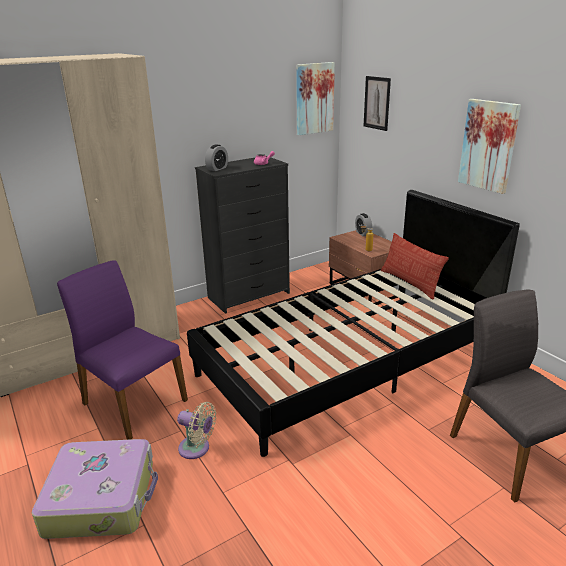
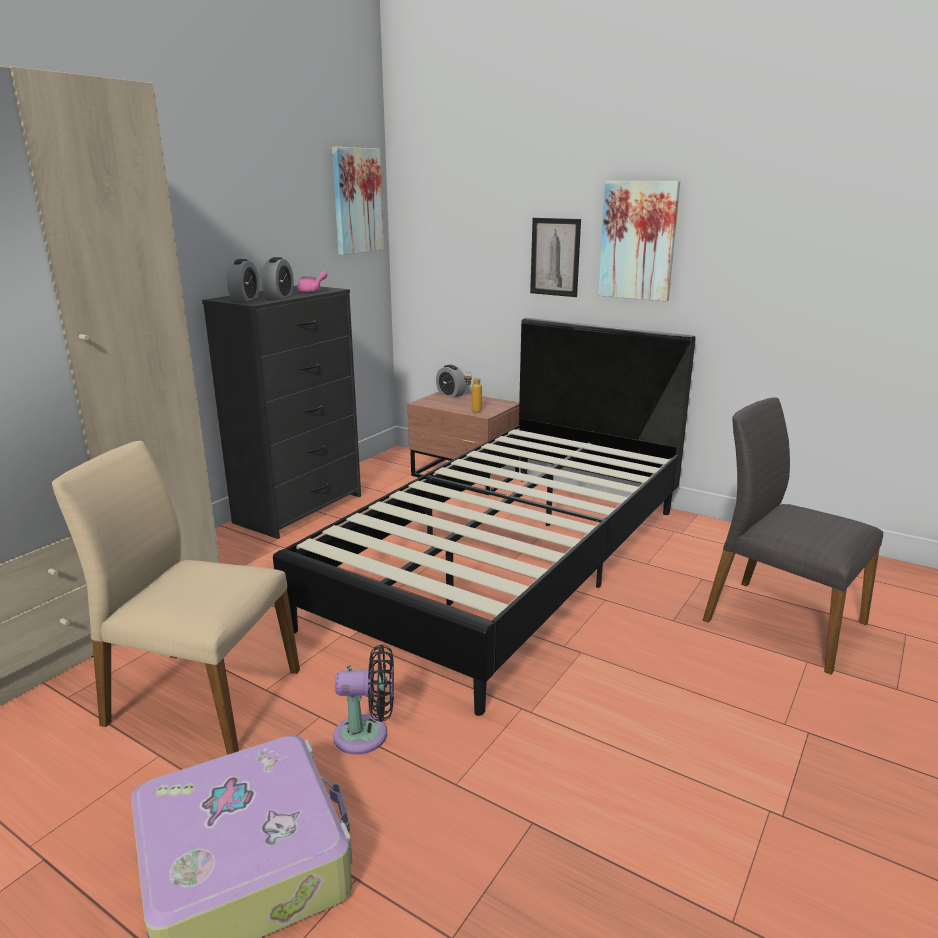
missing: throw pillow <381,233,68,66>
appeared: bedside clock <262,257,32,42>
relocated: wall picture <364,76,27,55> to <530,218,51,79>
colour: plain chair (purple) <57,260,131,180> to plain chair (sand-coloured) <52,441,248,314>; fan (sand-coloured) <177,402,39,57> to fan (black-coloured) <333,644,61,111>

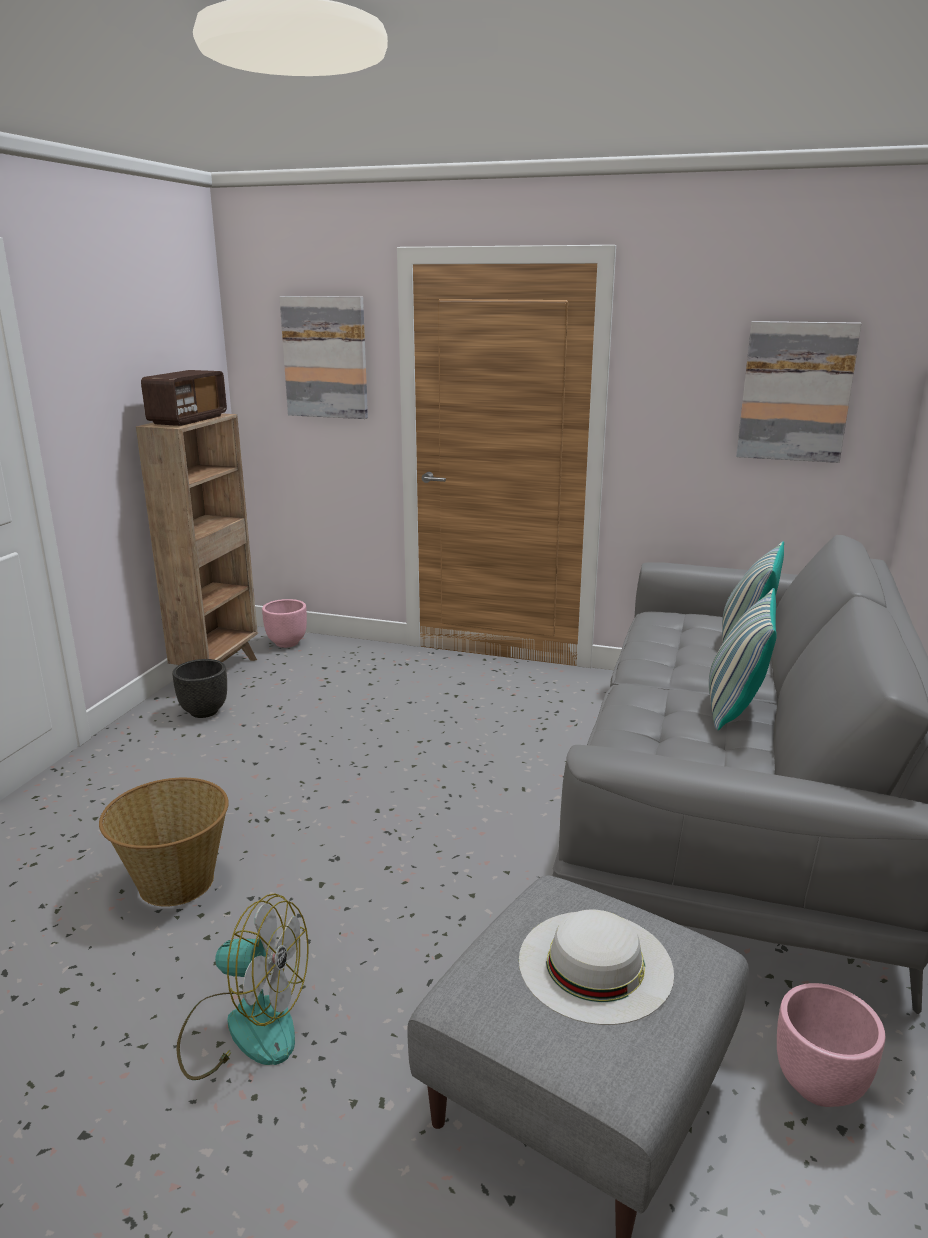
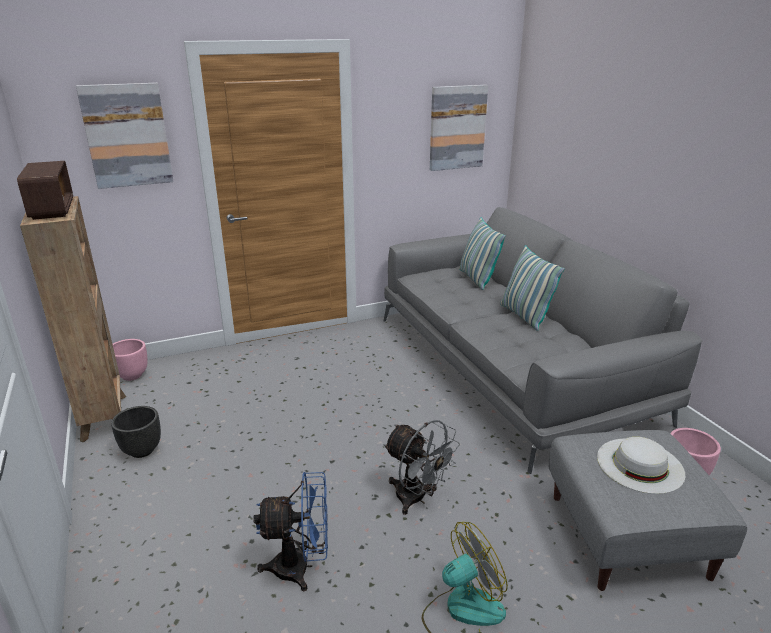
appeared: fan (grey) <384,420,76,95>
exchanged: storage basket <99,778,130,129> to fan (bluish) <253,472,75,119>

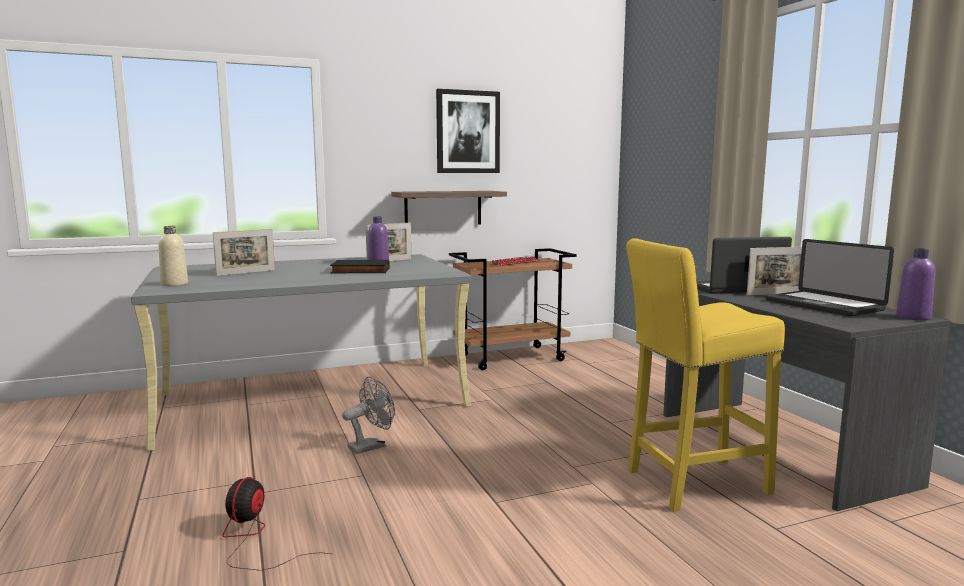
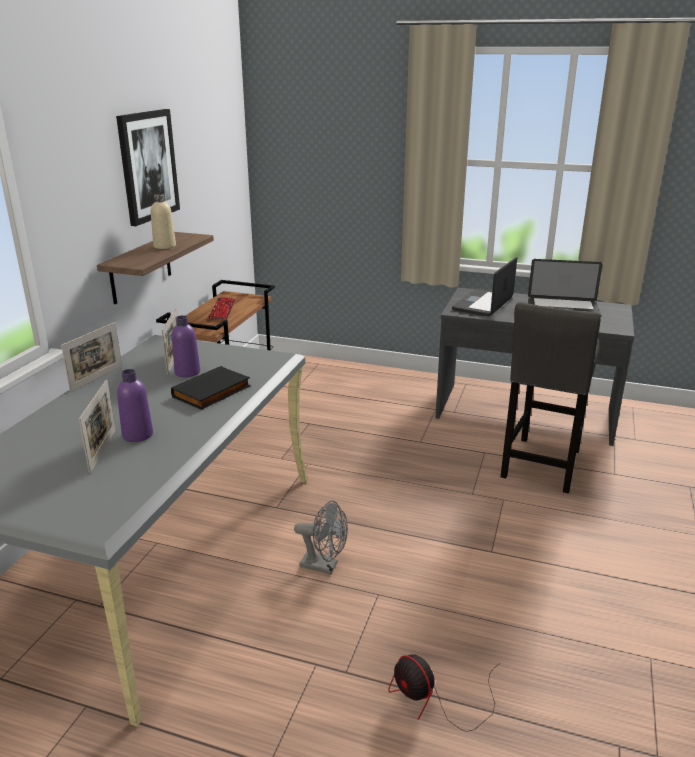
relocated: picture frame <747,247,55,48> to <61,322,61,70>; beverage bottle (purple) <896,248,39,72> to <117,369,36,73>; beverage bottle (sand-coloured) <159,226,29,60> to <151,194,25,55>
colour: stool (yellowish) <626,238,159,274> to stool (grey) <501,302,100,191>
spun: fan (grey) <342,377,53,77> = <294,500,54,74> 105 degrees clockwise

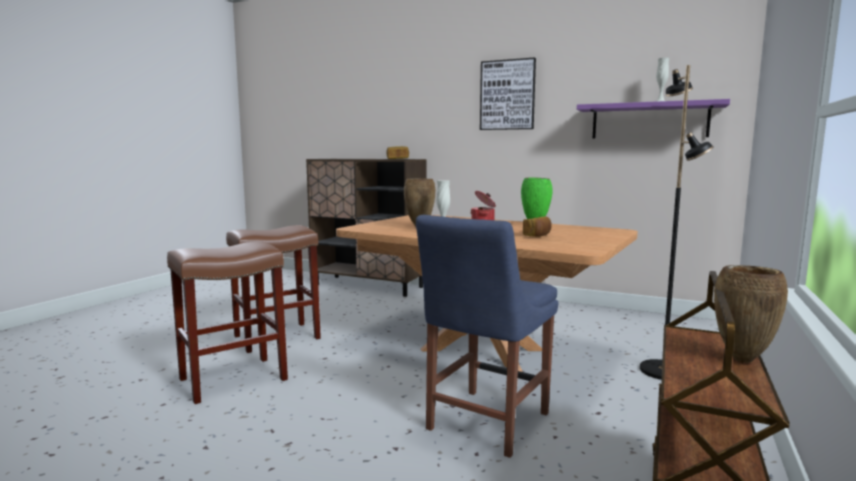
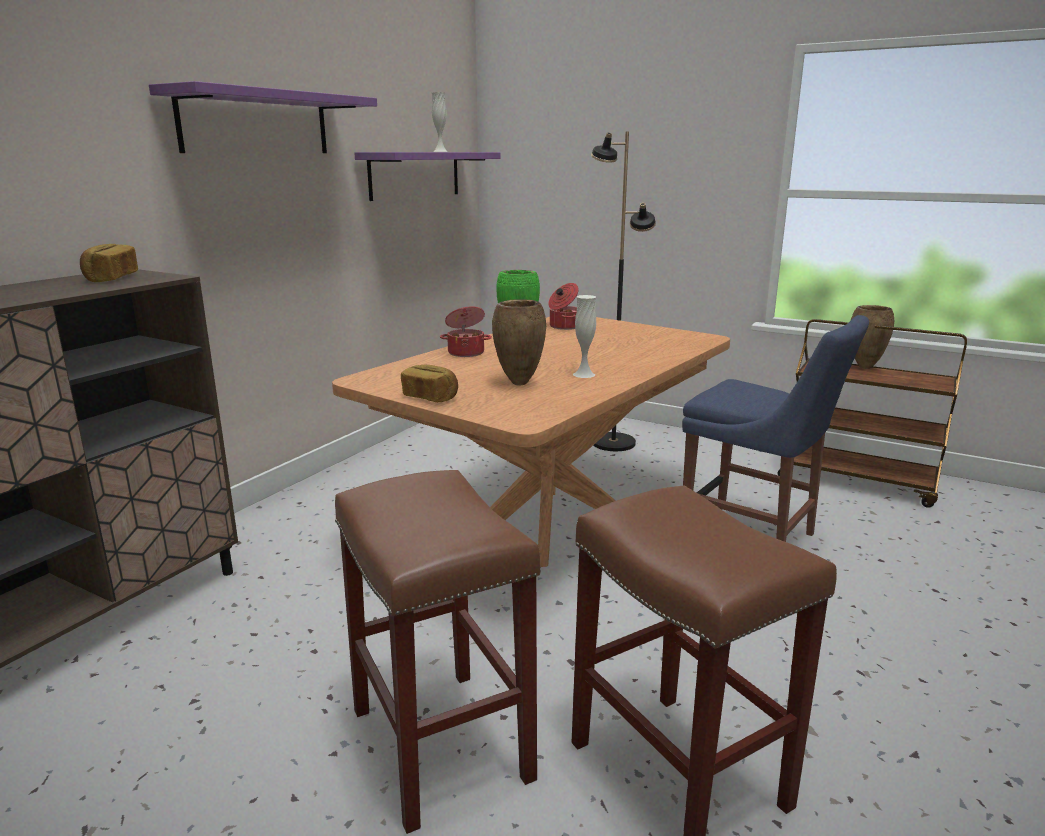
appeared: cooking pot <548,283,31,47>
relocated: bakery bread <523,216,29,21> to <401,364,57,38>
exchanged: wall picture <480,57,56,73> to wall shelf (purple) <149,81,228,72>

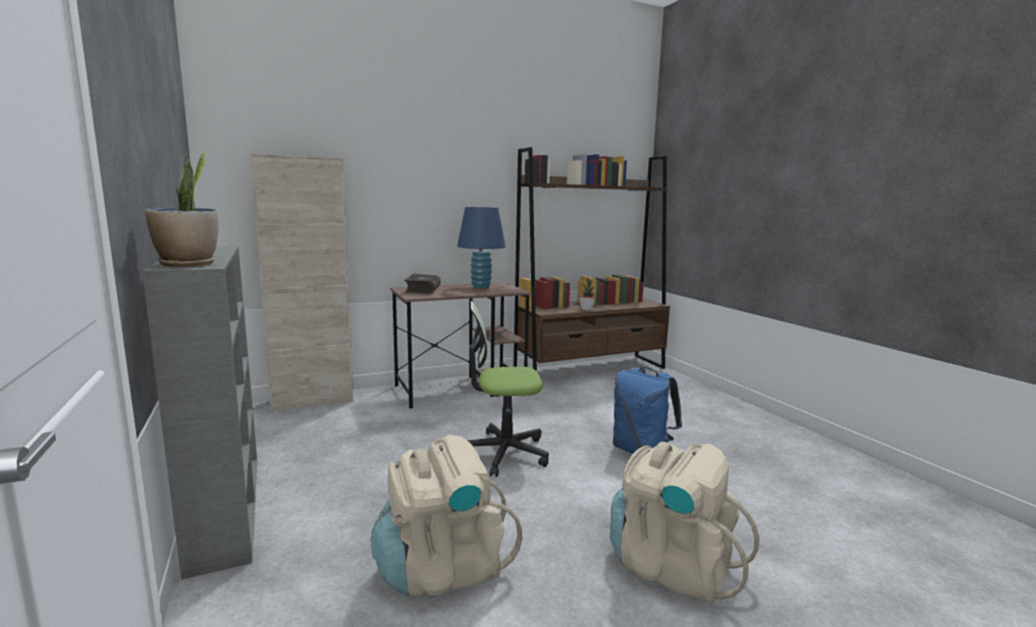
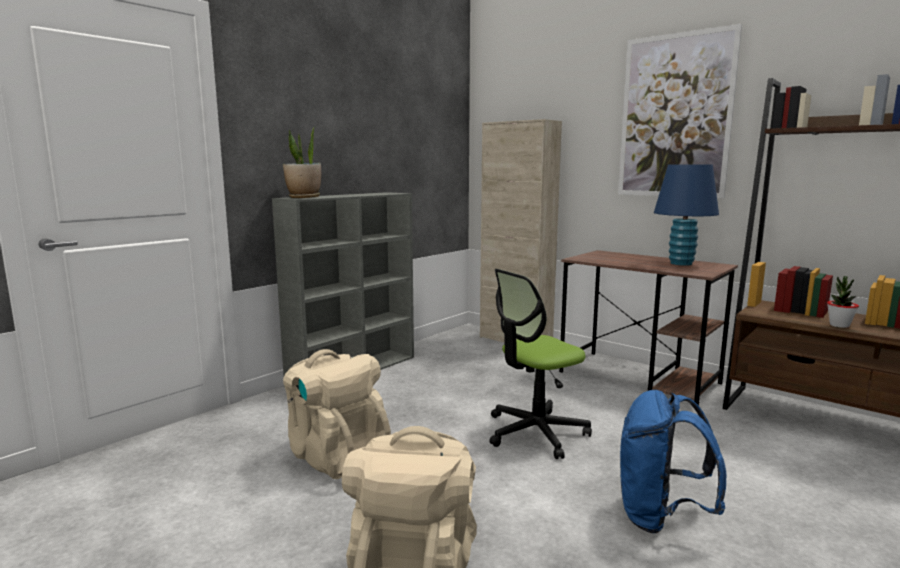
missing: book <404,273,37,21>
appeared: wall picture <618,24,124,174>
spun: desk chair <467,301,82,176> = <489,269,103,190> 90 degrees counterclockwise

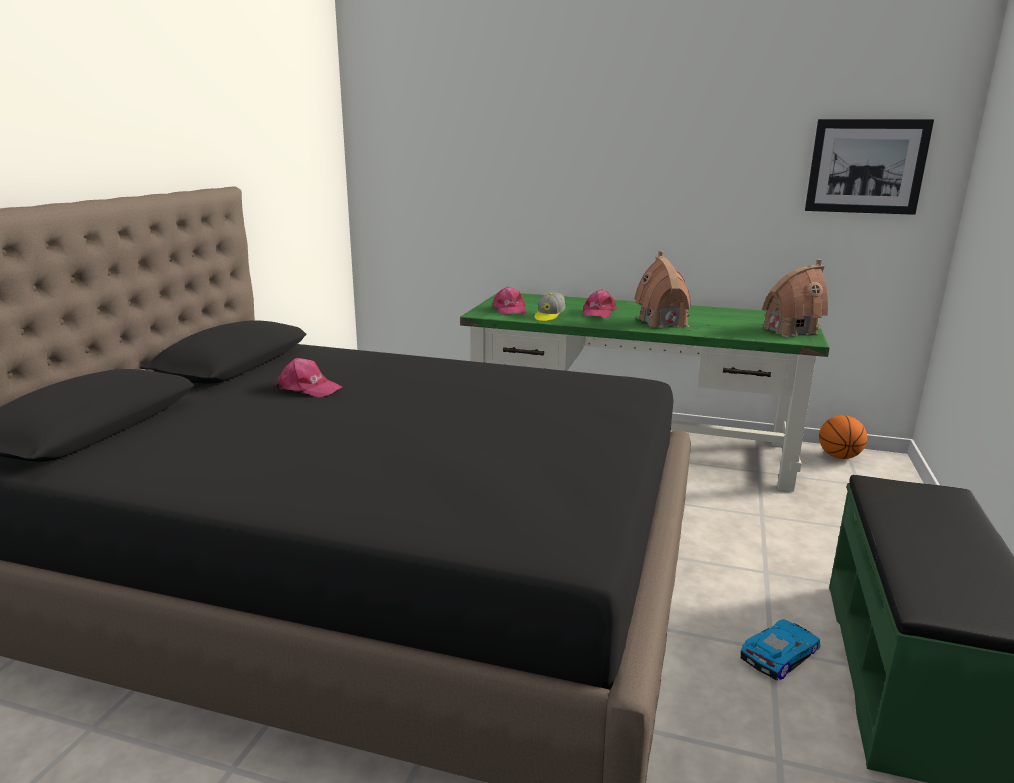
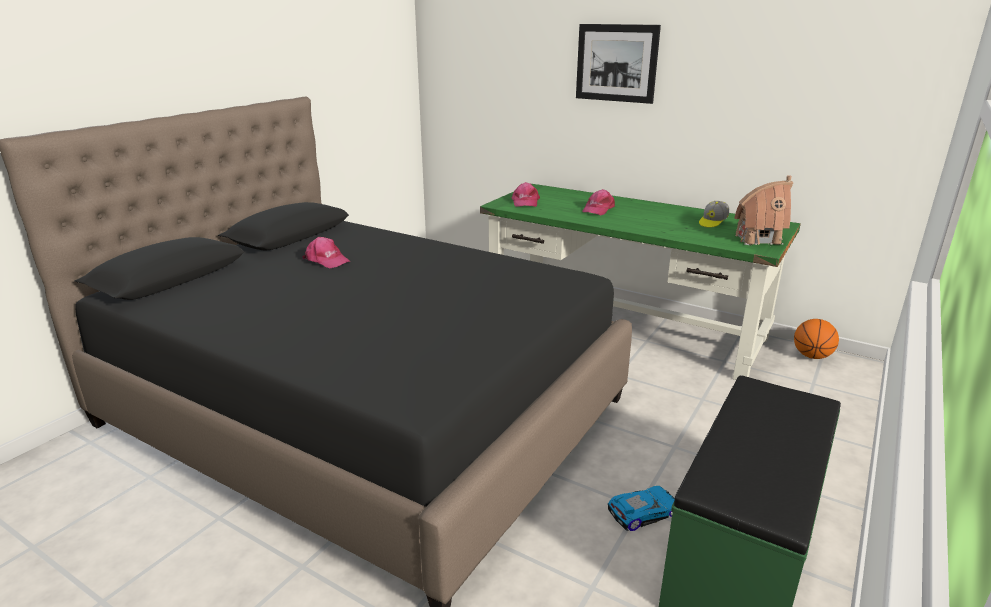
missing: toy house <634,251,57,77>
relocated: wall picture <805,119,129,96> to <576,24,85,80>; cap <534,292,31,30> to <699,201,30,27>

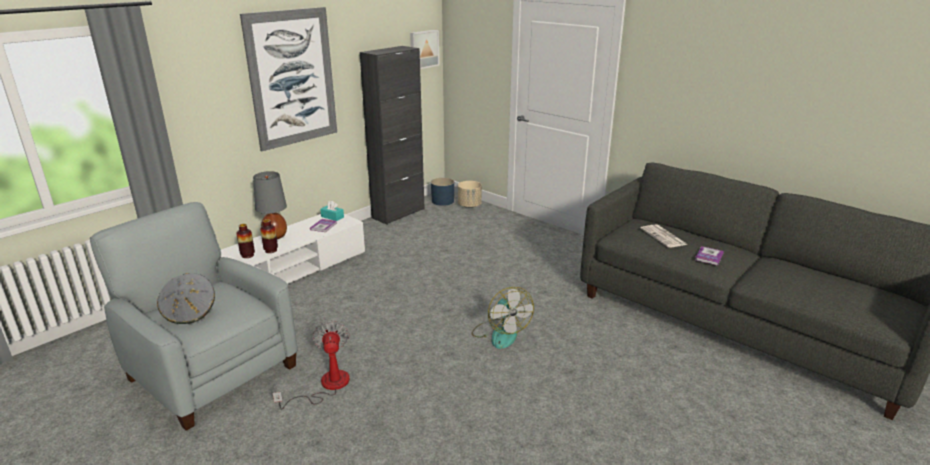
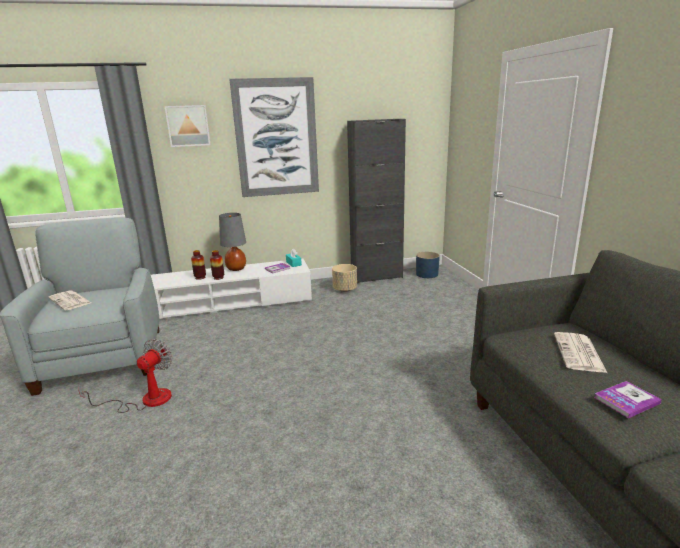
missing: fan <472,287,62,62>
relocated: wall picture <410,30,29,39> to <164,105,47,42>; flower pot (sand-coloured) <458,181,24,27> to <332,264,25,28>
exchanged: hat (grey) <157,273,58,51> to daily paper <48,291,43,20>

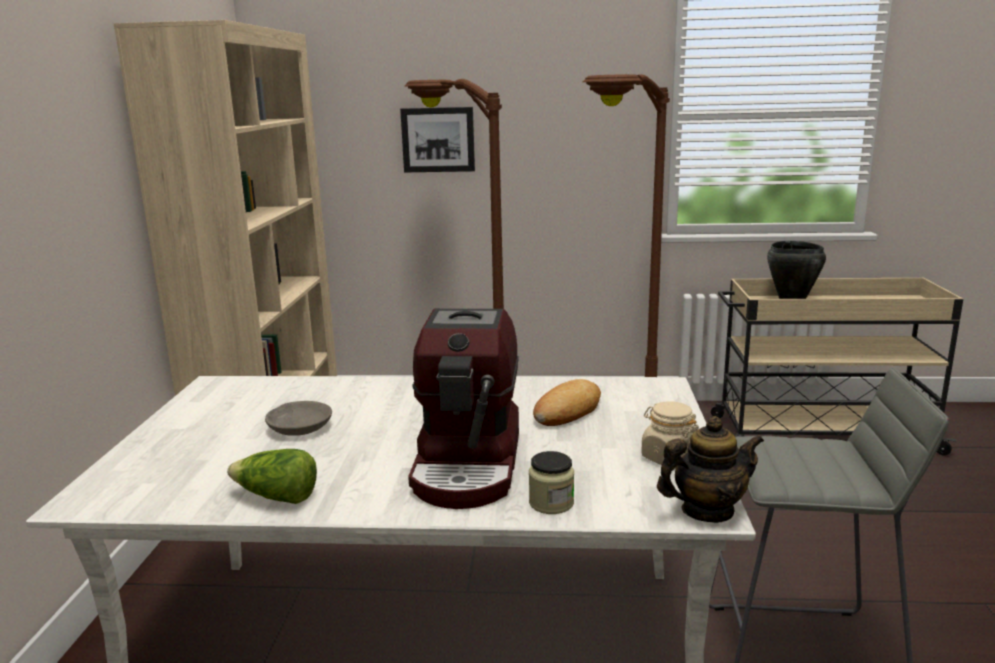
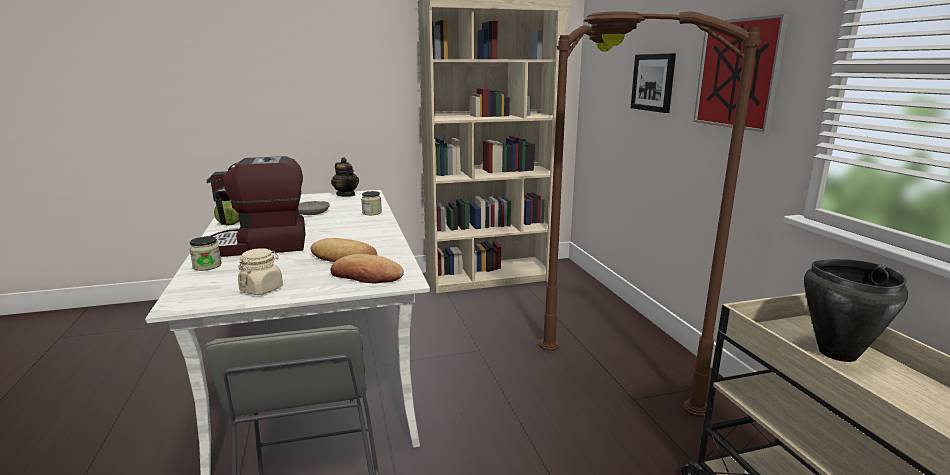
appeared: bakery bread <330,254,74,29>; preserve jar <361,191,21,24>; wall picture <693,14,96,118>
relocated: teapot <657,416,107,107> to <331,158,28,39>

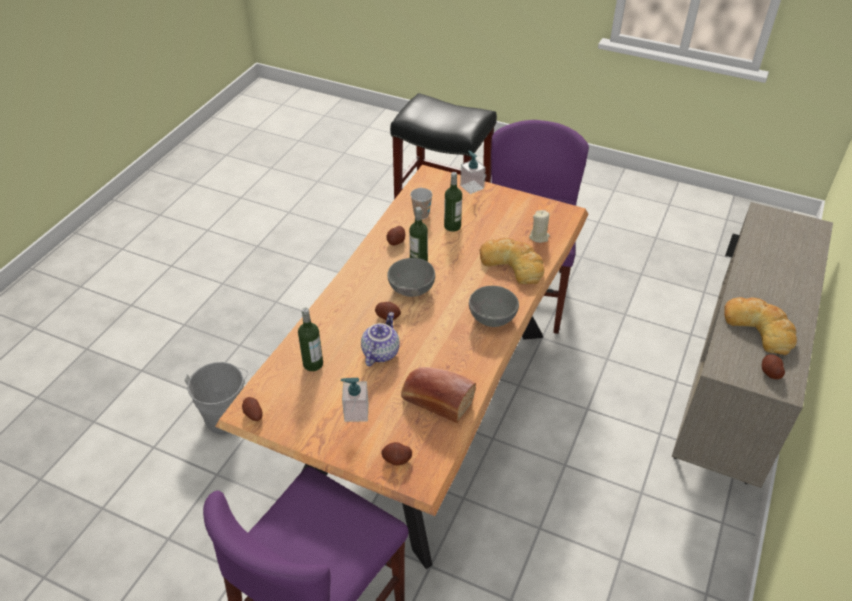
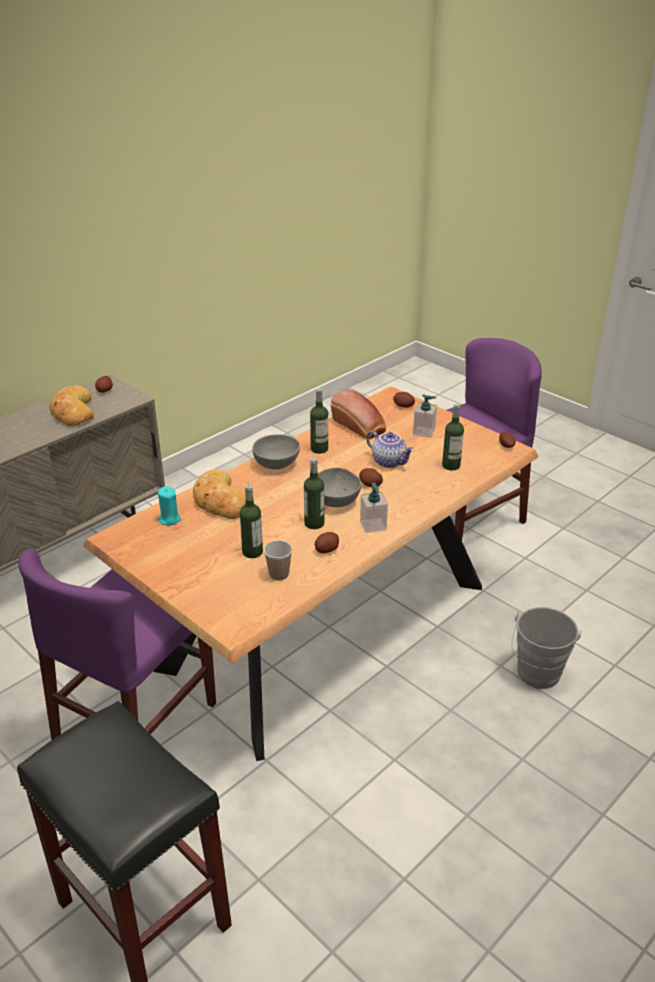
appeared: beverage bottle <310,388,18,66>
relocated: soap bottle <460,151,26,43> to <360,483,28,50>
colour: wax candle (sand-coloured) <529,210,21,33> to wax candle (turquoise-coloured) <157,486,24,40>
spun: teapot <361,312,39,54> = <366,431,48,37> 90 degrees counterclockwise

